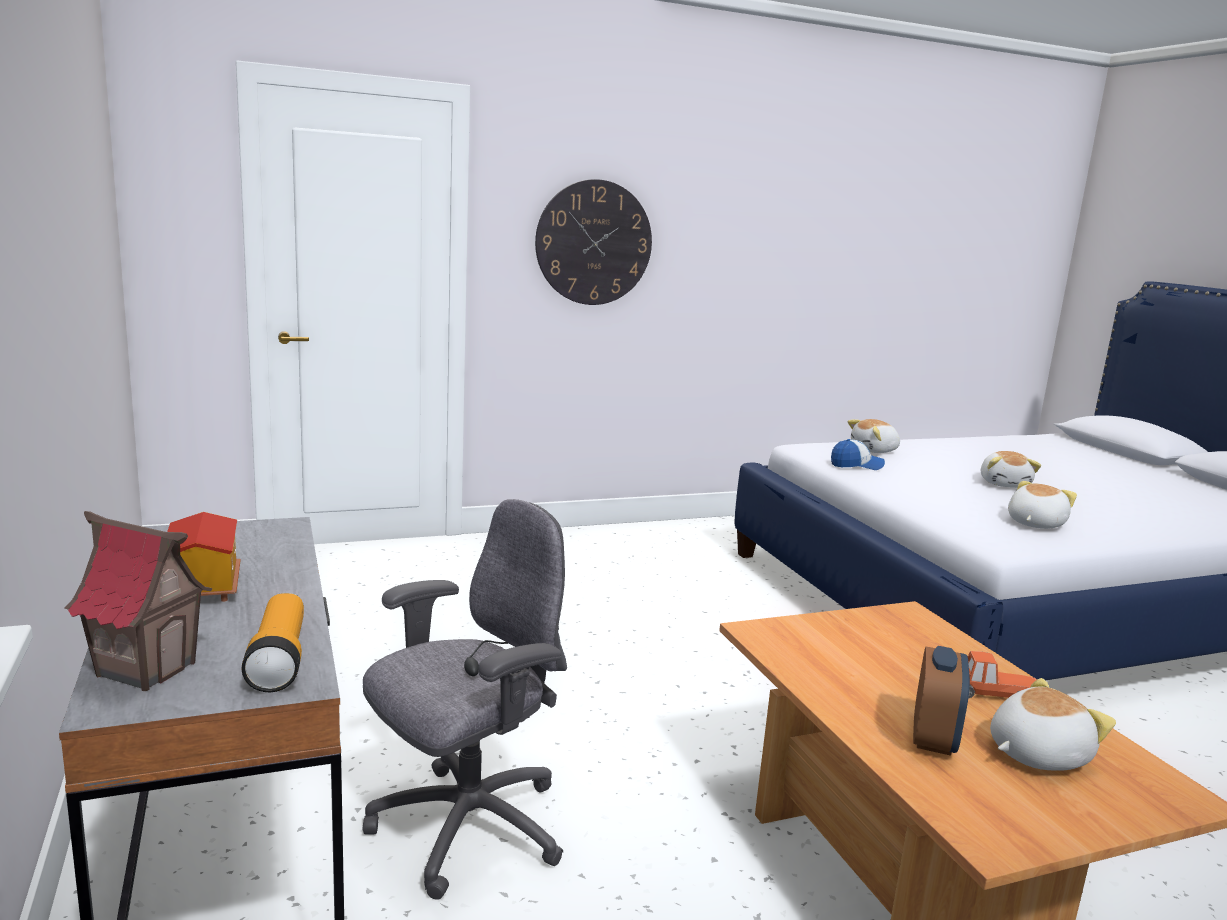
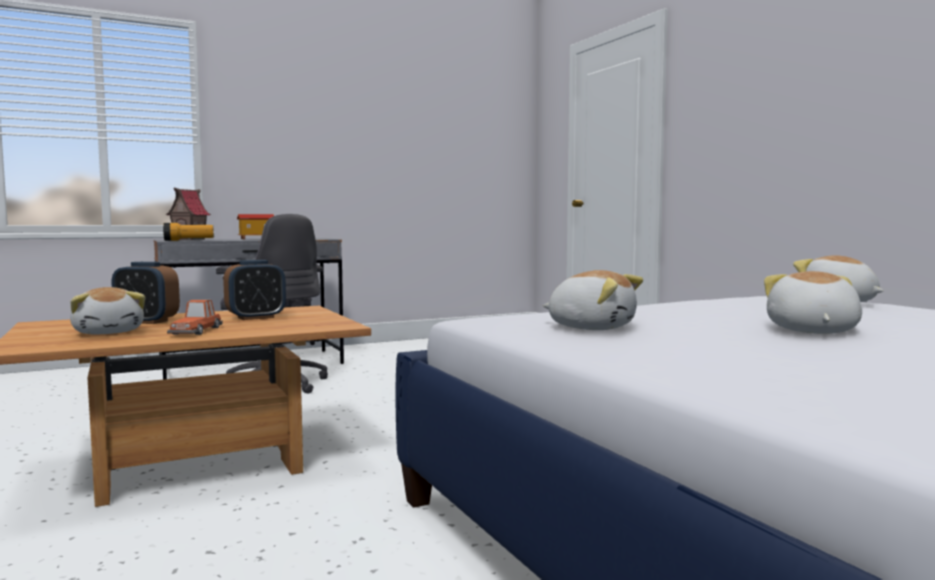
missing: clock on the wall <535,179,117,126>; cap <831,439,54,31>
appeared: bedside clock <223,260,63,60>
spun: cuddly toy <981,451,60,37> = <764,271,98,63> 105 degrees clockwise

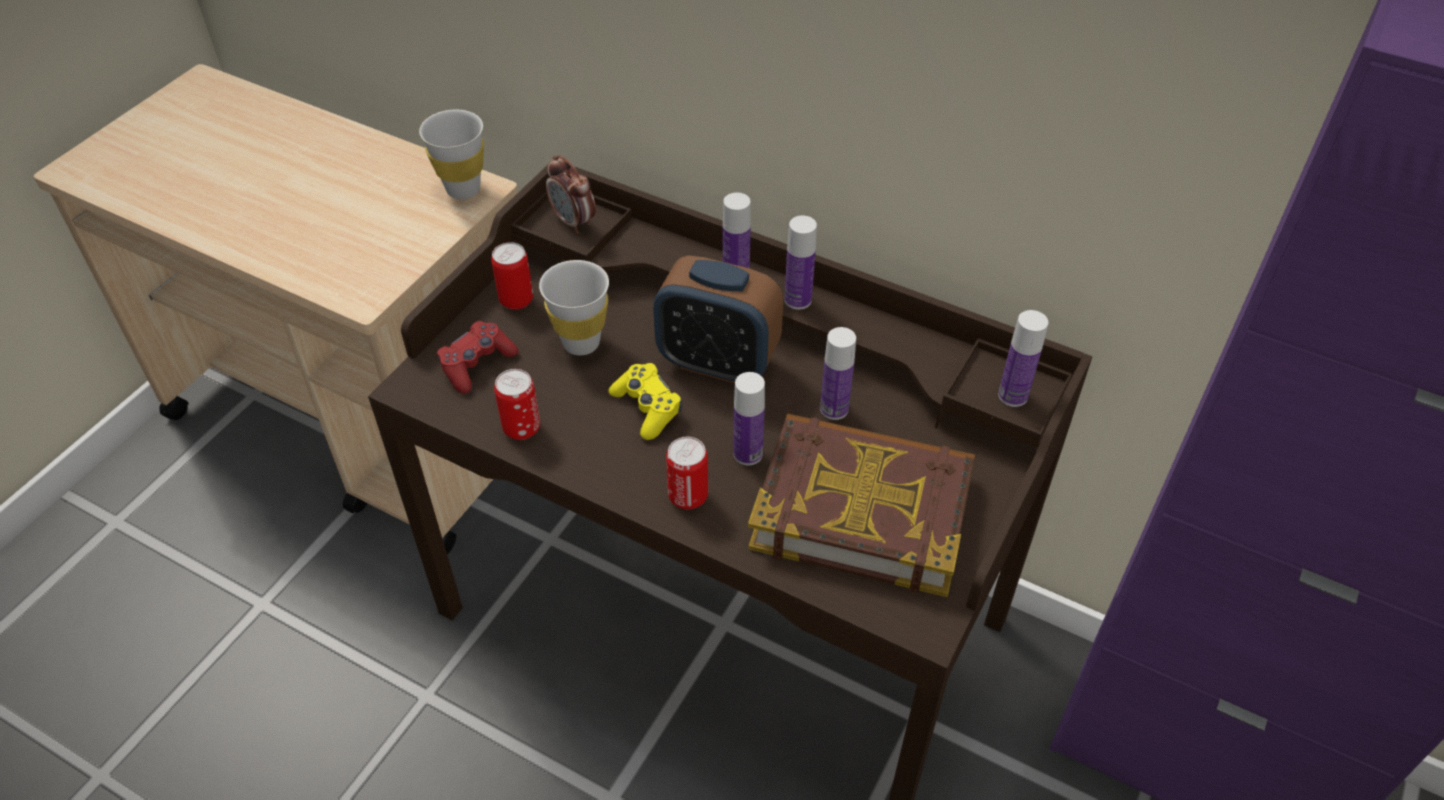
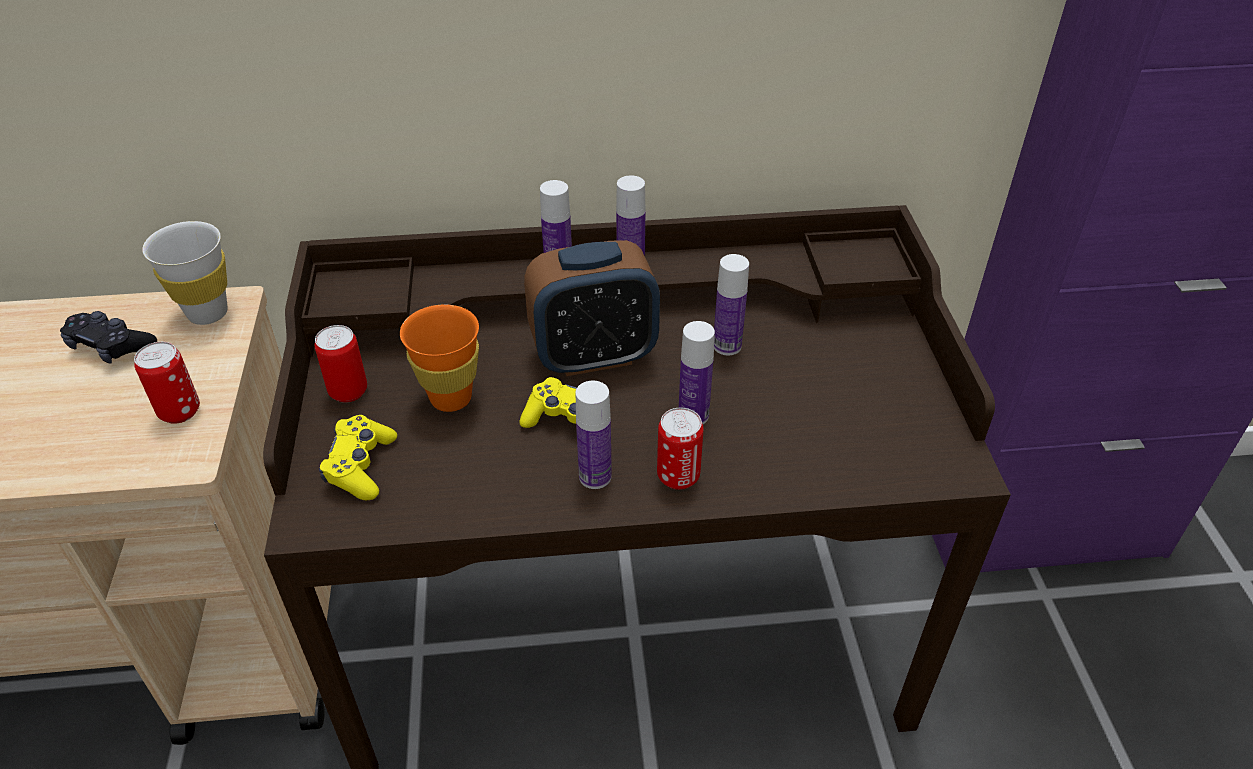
missing: bedside clock <546,155,50,79>; book <748,413,227,184>
appeared: gamepad (black-coloured) <60,311,97,53>
relocated: can <494,369,46,71> to <134,342,66,82>; beverage bottle <998,310,50,97> to <576,381,36,108>
colour: gamepad (red) <437,321,82,73> to gamepad (yellowish) <319,415,78,85>; drinking cup (white) <539,260,70,95> to drinking cup (orange) <400,304,79,108>

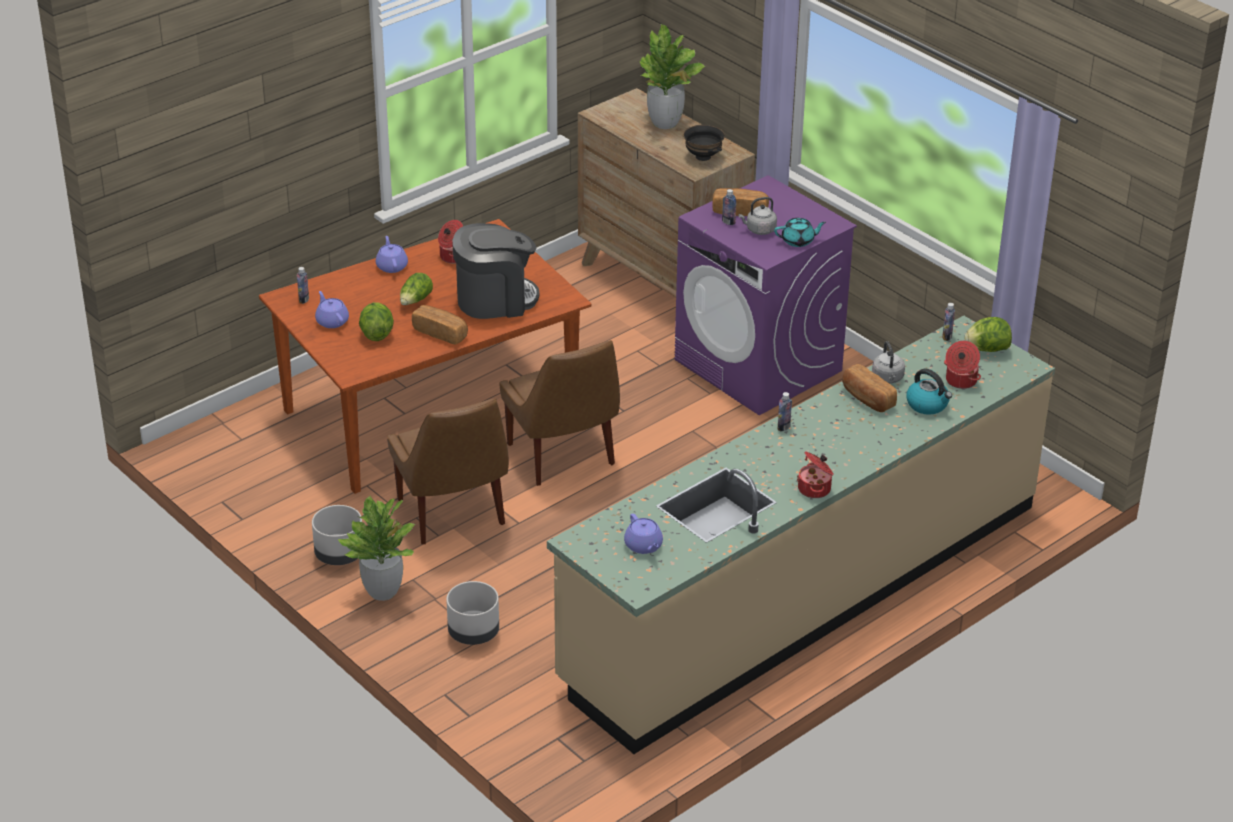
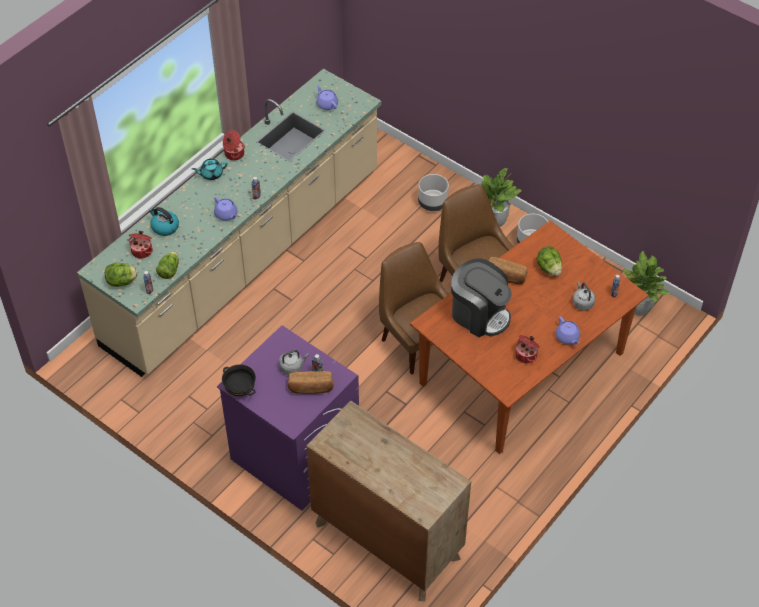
missing: bakery bread <842,364,55,48>
relocated: lettuce <400,273,33,32> to <156,251,23,28>; teapot (turquoise-coloured) <774,218,52,29> to <192,159,36,21>; teapot (purple) <315,291,34,37> to <214,197,23,24>; deep dish (black-coloured) <684,125,41,36> to <222,364,34,32>; kettle (grey) <872,341,33,43> to <573,282,22,29>; houseplant <639,24,66,105> to <624,251,45,65>
spun: coffee maker <452,223,87,96> = <451,259,61,78> 120 degrees counterclockwise

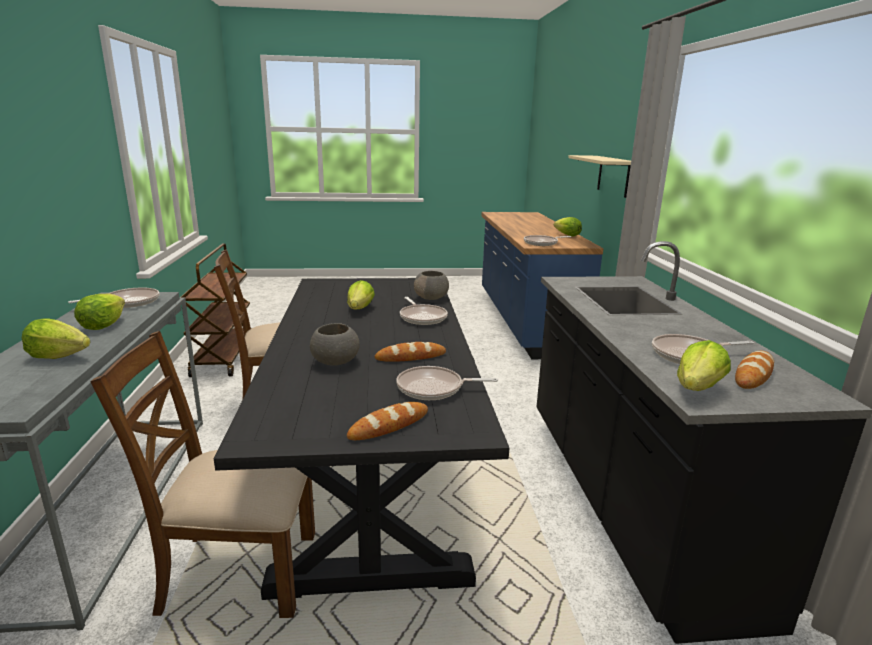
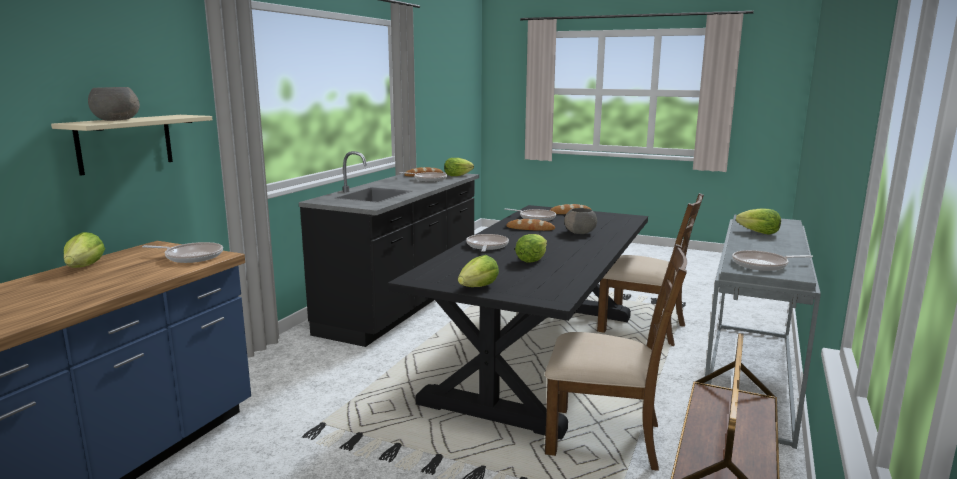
relocated: deep dish (grey) <414,271,35,29> to <88,87,52,34>; lettuce <74,294,51,36> to <458,255,41,32>

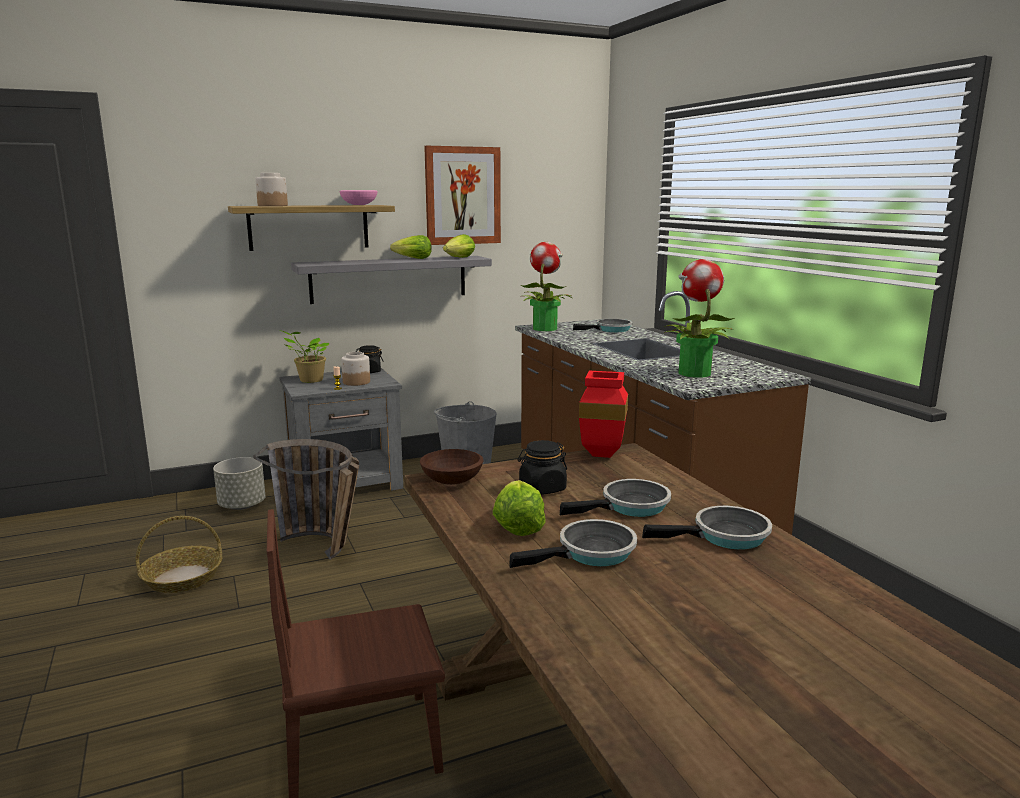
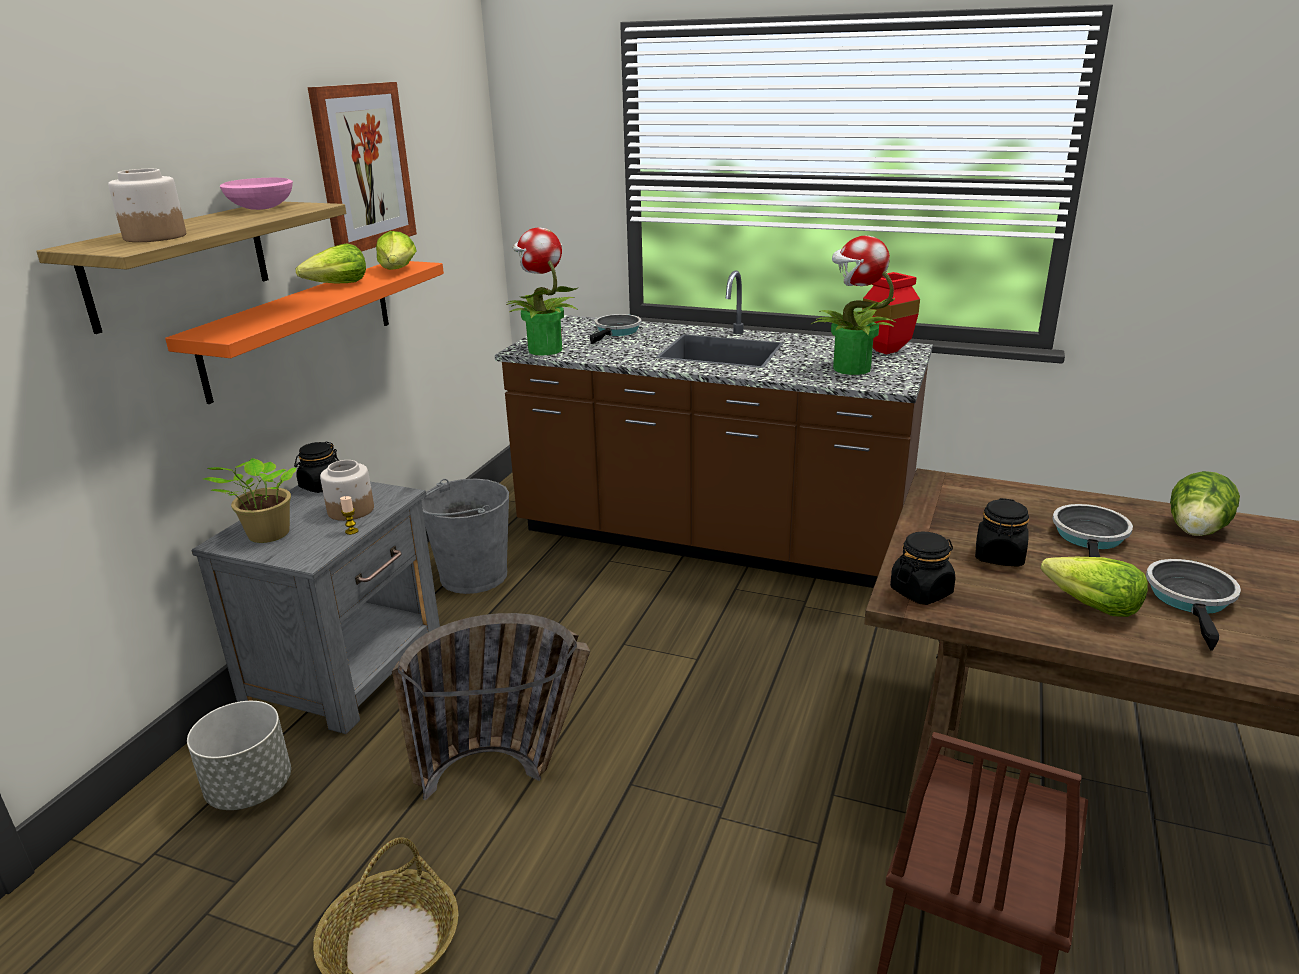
relocated: flower vase (red) <579,371,49,87> to <862,272,58,82>
exchanged: deep dish (brownish) <420,449,64,36> to preserve jar (black-coloured) <890,531,66,74>; pan <642,506,130,43> to lettuce <1170,471,70,65>
colour: wall shelf (grey) <291,256,201,48> to wall shelf (orange) <165,261,279,143>

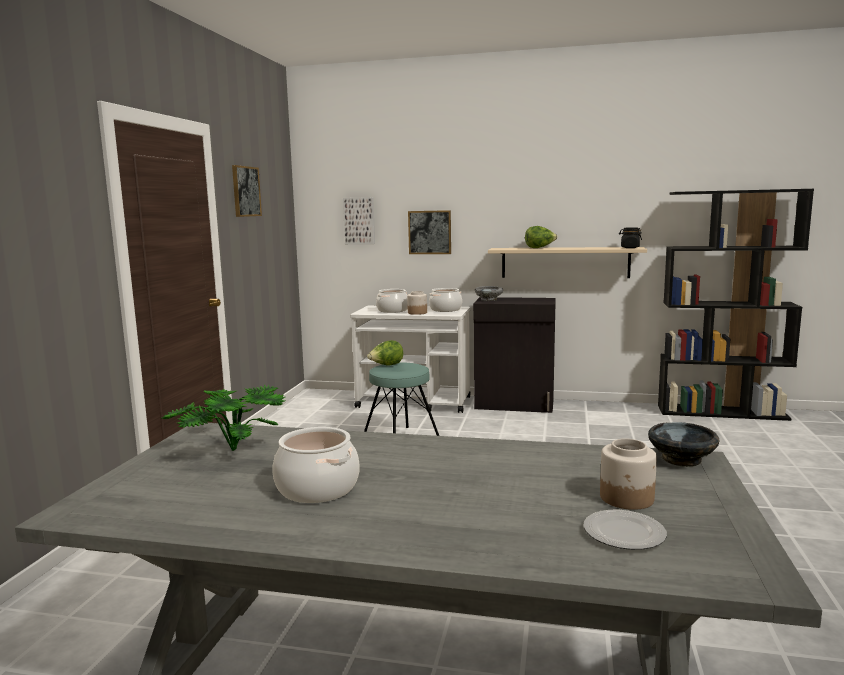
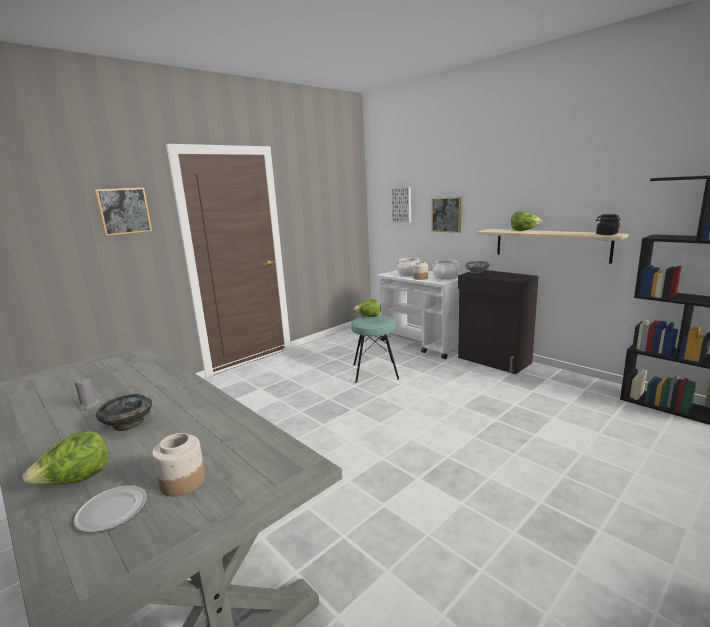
missing: houseplant <161,385,124,66>
appeared: lettuce <22,431,87,54>
relocated: wall picture <232,165,30,52> to <95,188,57,48>; deep dish (black-coloured) <648,422,71,45> to <96,394,56,37>
exchanged: cooking pot <272,427,88,76> to wax candle (grey) <75,378,25,32>

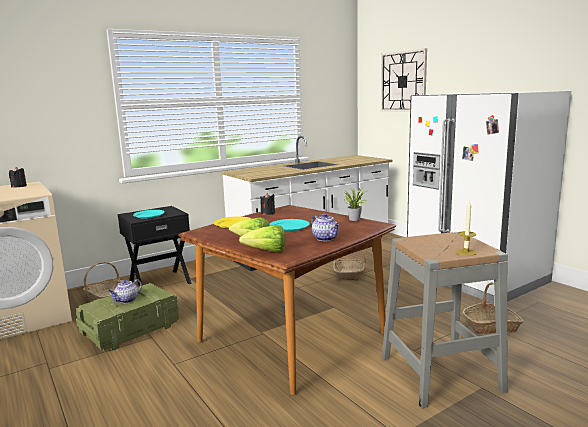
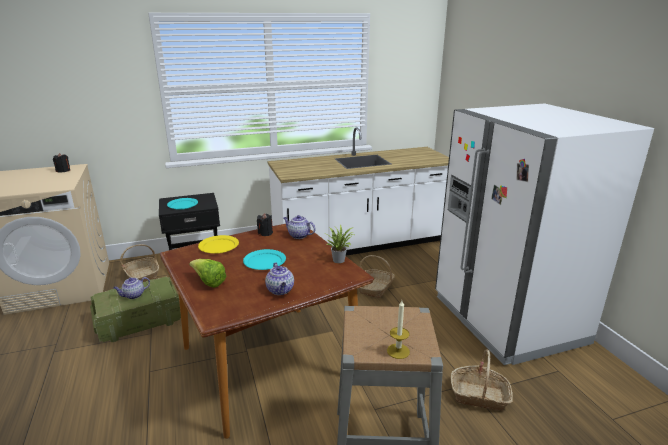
missing: lettuce <239,225,46,28>; clock on the wall <381,48,46,64>
appeared: teapot <283,215,32,24>

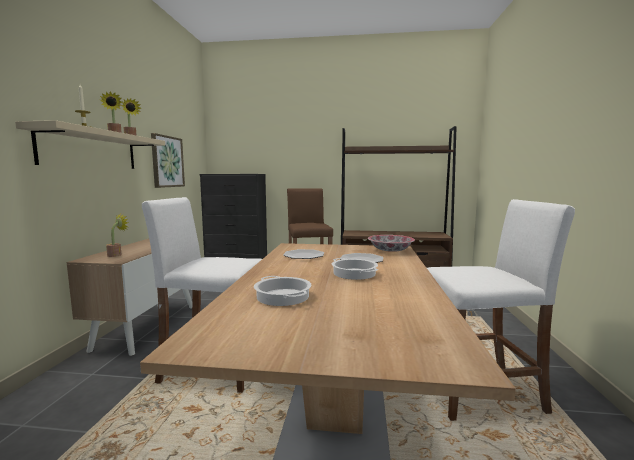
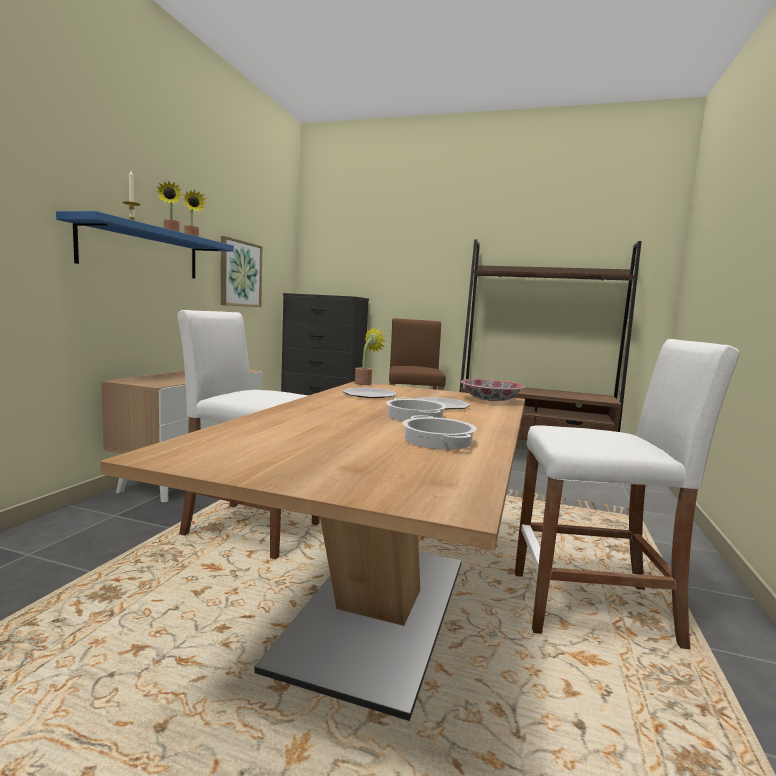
relocated: houseplant <106,214,22,43> to <355,327,31,58>; cooking pot <254,276,57,30> to <402,415,75,35>
colour: wall shelf (sand-coloured) <15,120,150,49> to wall shelf (bluish) <56,211,178,68>

